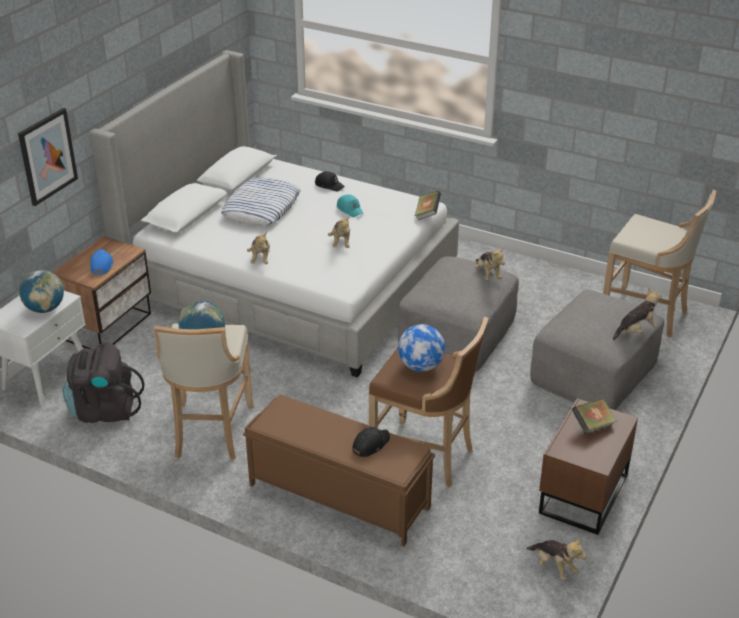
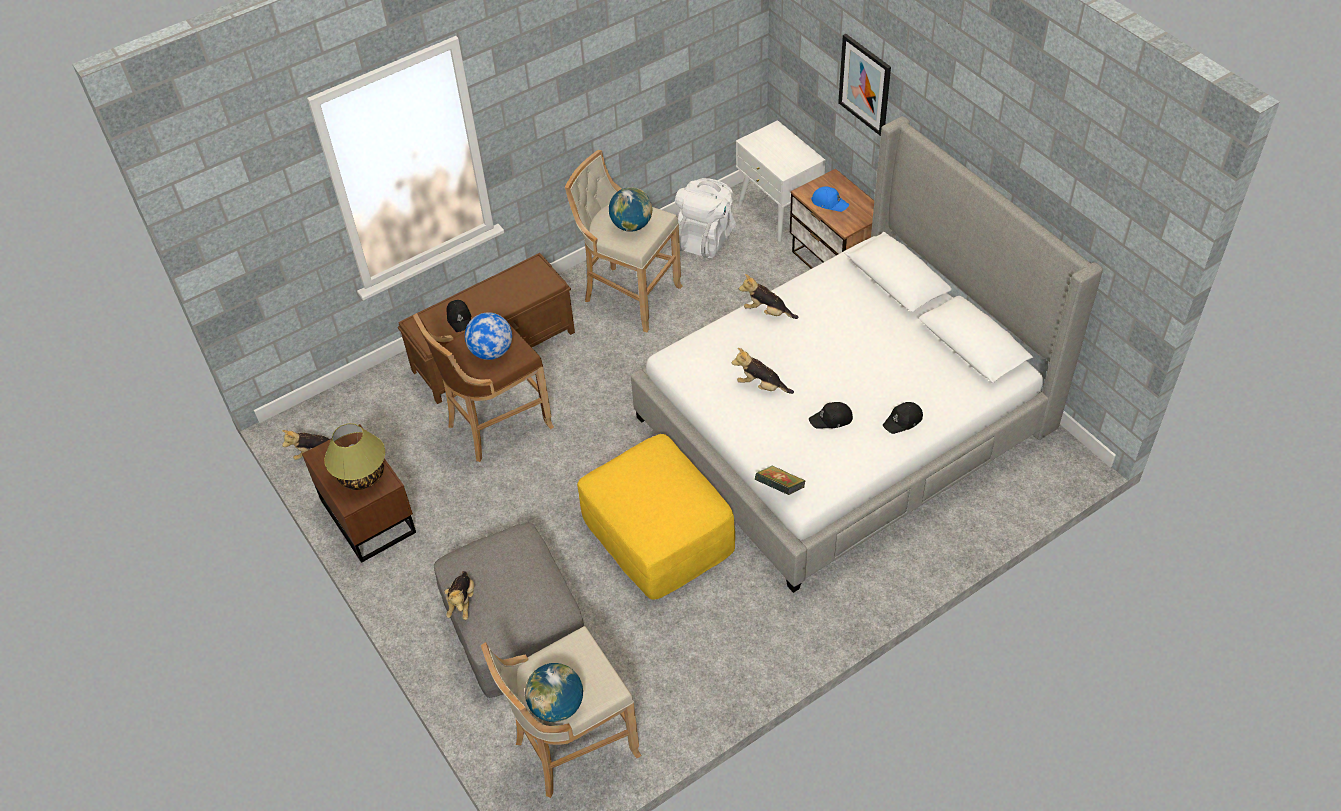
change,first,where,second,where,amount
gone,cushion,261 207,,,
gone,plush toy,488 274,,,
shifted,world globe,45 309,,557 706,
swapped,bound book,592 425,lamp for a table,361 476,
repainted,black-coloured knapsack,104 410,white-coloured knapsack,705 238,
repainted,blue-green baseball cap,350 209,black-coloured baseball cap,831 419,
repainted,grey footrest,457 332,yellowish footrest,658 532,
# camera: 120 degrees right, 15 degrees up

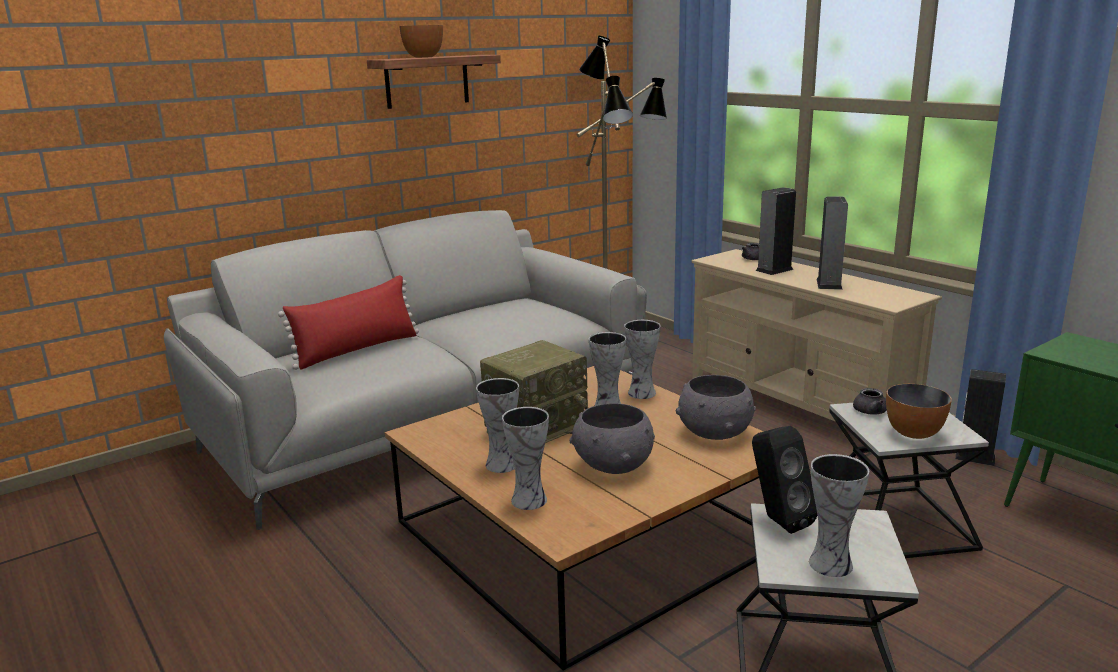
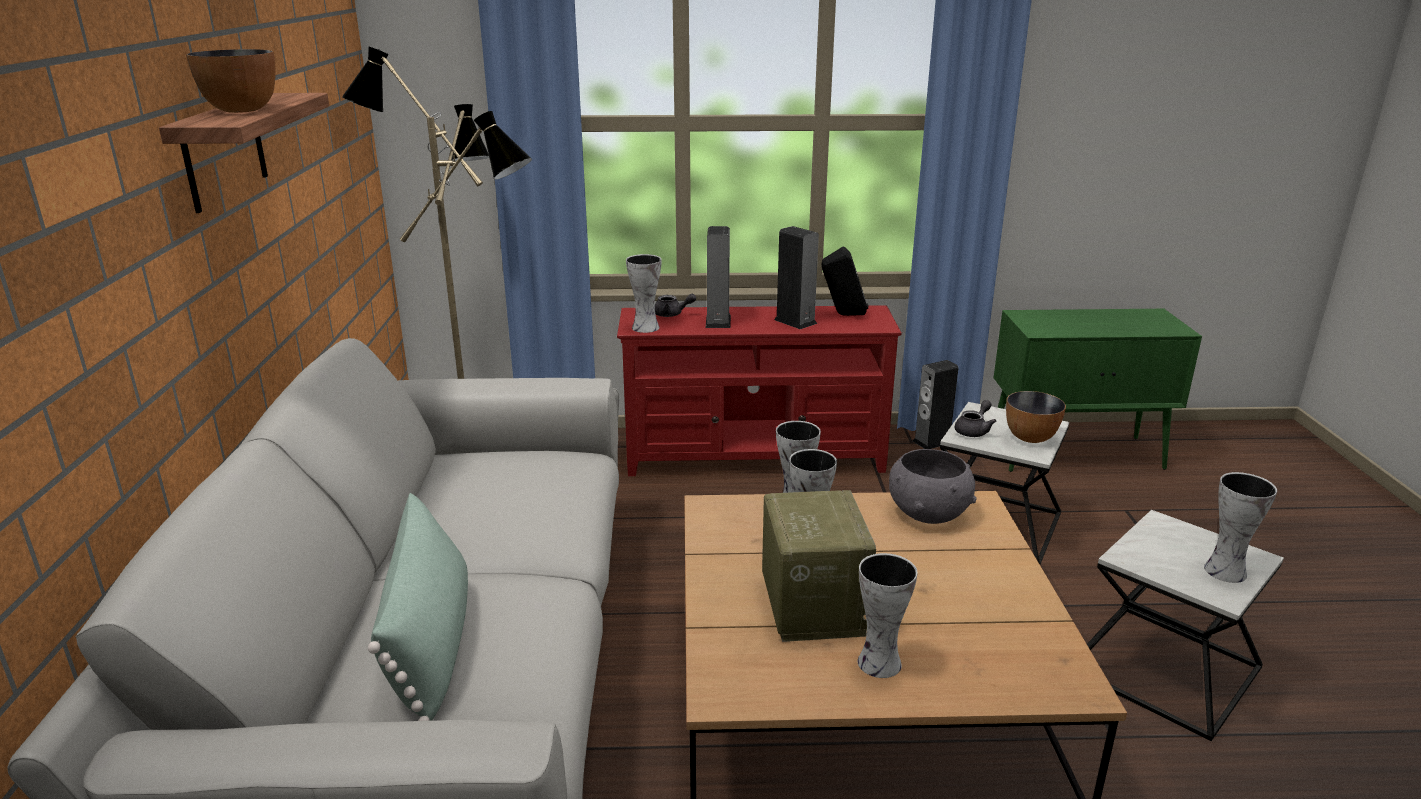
change,first,where,second,where,amount
gone,grey bowl,613 465,,,
shifted,vase,529 499,,644 327,
shifted,black-coloured audio speaker,777 521,,843 315,
repainted,reddish cushion,357 350,greenish cushion,431 641,
repainted,beige-coloured media console,797 404,reddish media console,754 457,
# camera: 55 degrees left, 5 degrees up

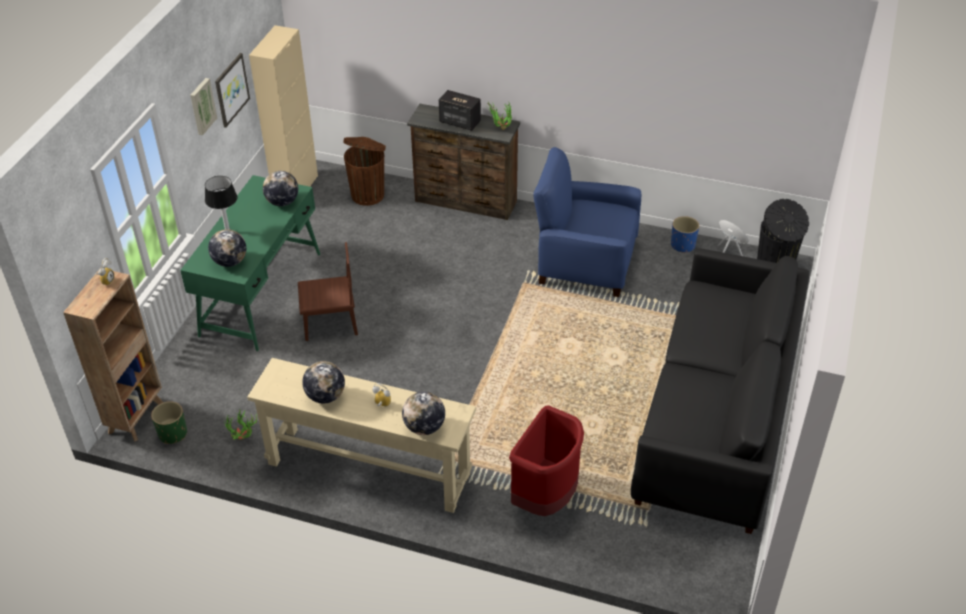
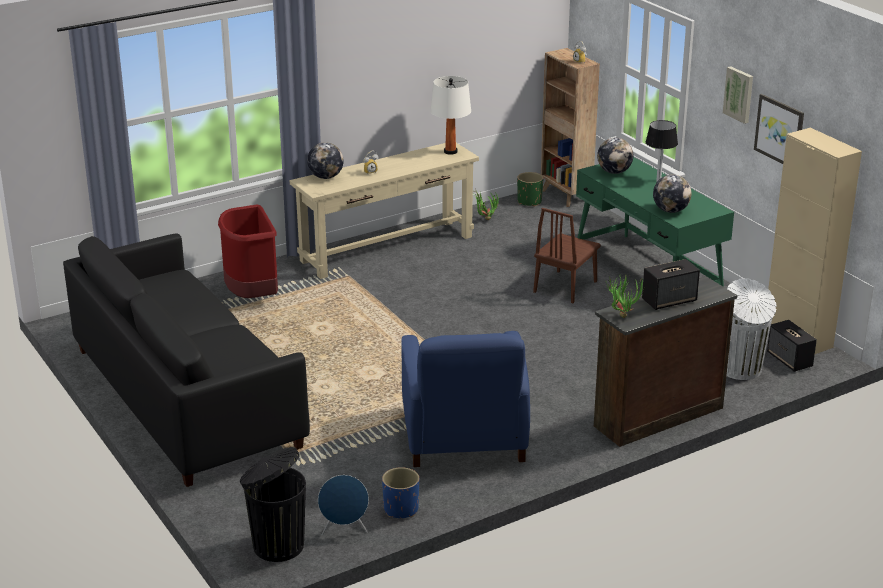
change,first,where,second,where,amount
gone,world globe,325 396,,,
new,,,white-coloured lamp for a table,450 151,
new,,,audio speaker,790 360,
repainted,brown waste bin,368 194,white-coloured waste bin,741 369,
rotated,bluish lounge chair,584 262,,464 436,120 degrees clockwise
# camera: 130 degrees right, 15 degrees down

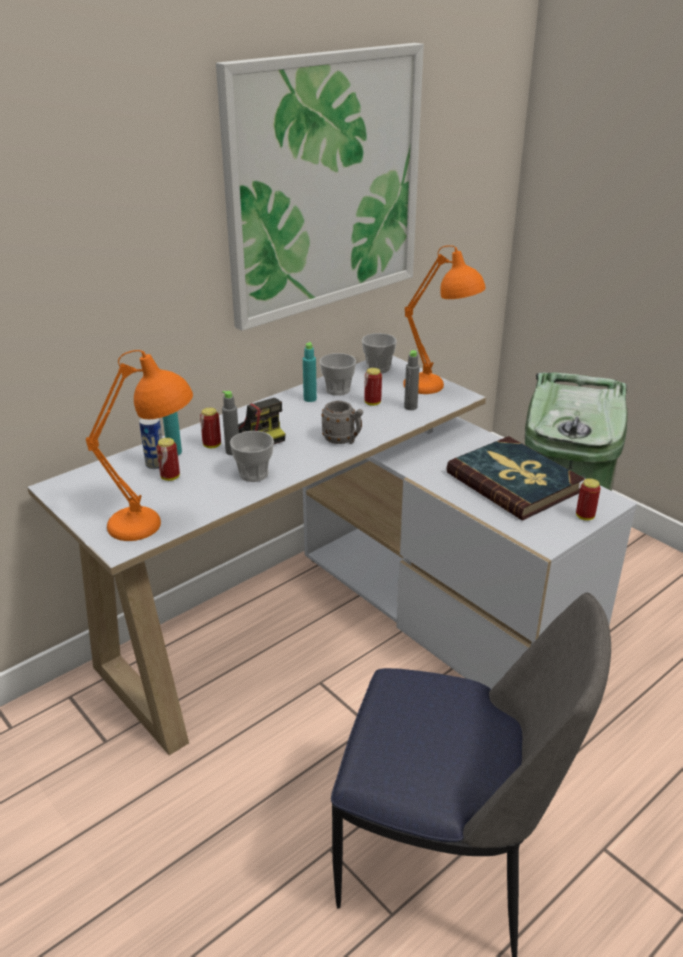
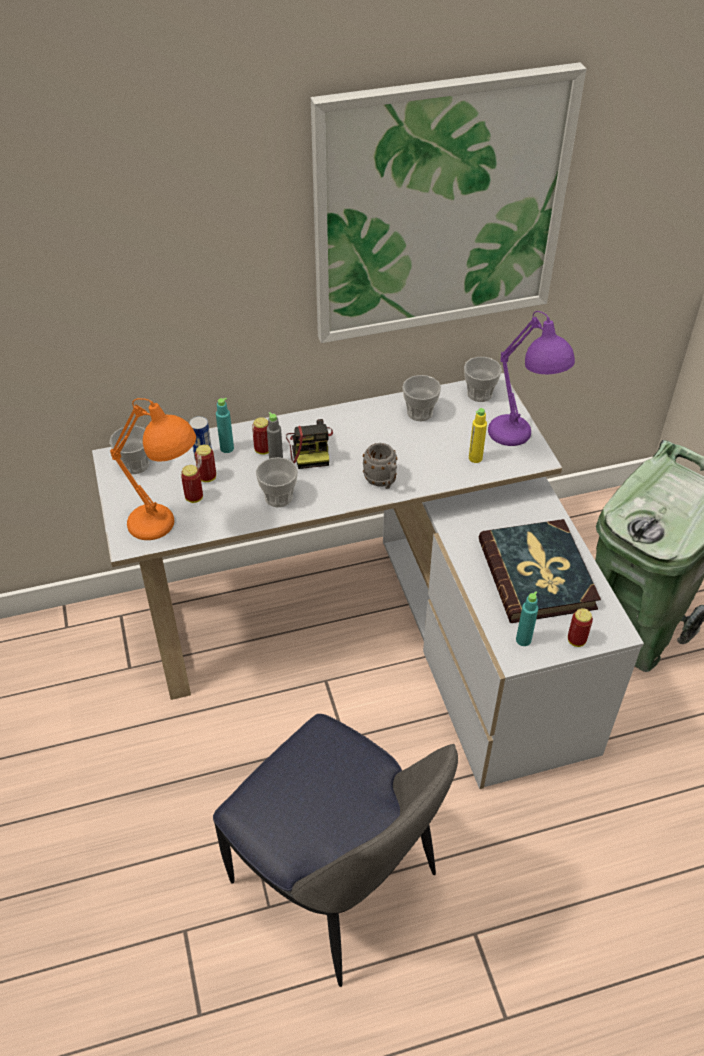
change,first,where,second,where,amount
new,,,small cup,135 465,
shifted,blue-green bottle,310 399,,523 640,
shifted,can,372 403,,194 498,
repainted,orange-coloured lamp for a table,438 389,purple-coloured lamp for a table,520 442,
repainted,grey bottle,410 407,yellowish bottle,475 458,
# camera: 25 degrees right, 15 degrees up

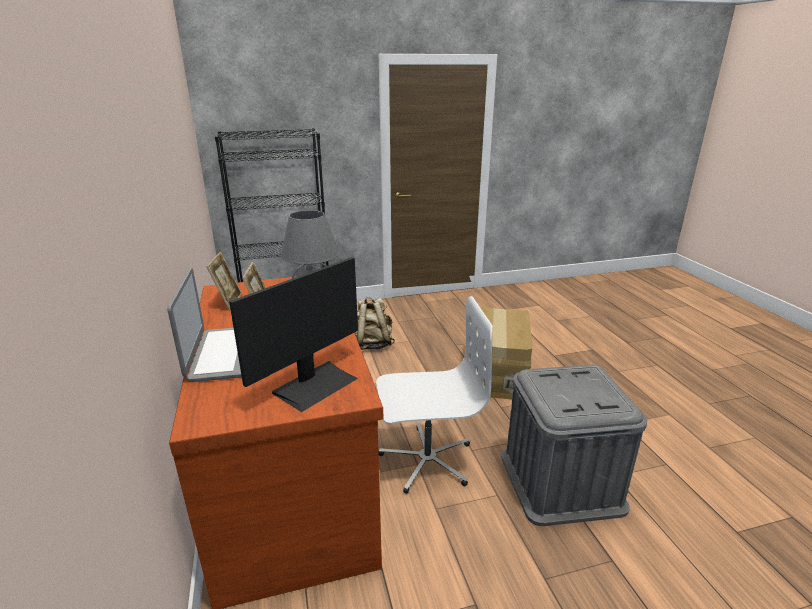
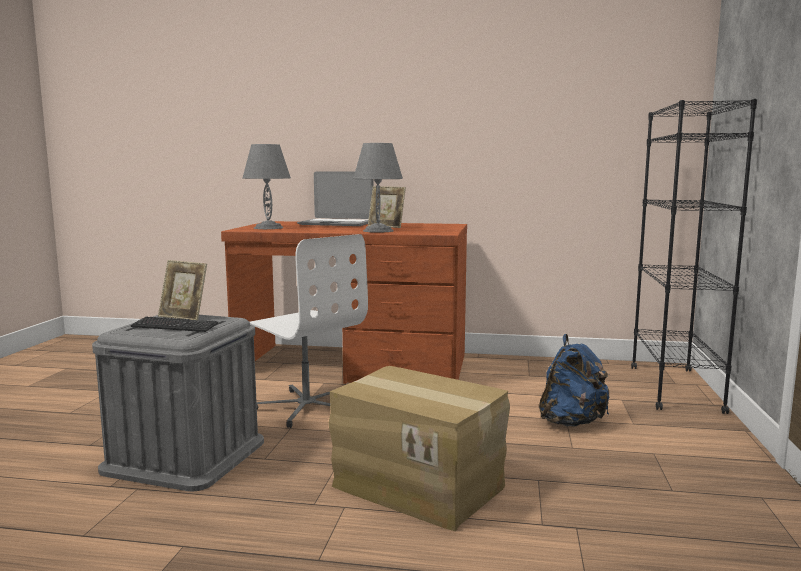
change,first,where,second,where,amount
new,,,PC keyboard,174 326,
shifted,standing frame,228 302,,184 317,
swapped,monitor,315 384,grey lamp for a table,269 228,
repainted,beige-coloured knapsack,372 344,bluish knapsack,571 422,
rotated,white-coloured office chair,426 459,,307 407,60 degrees counterclockwise
# camera: 115 degrees right, 15 degrees down

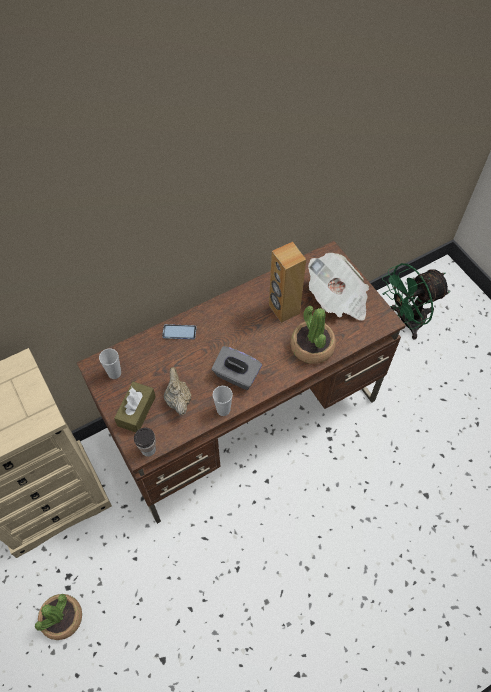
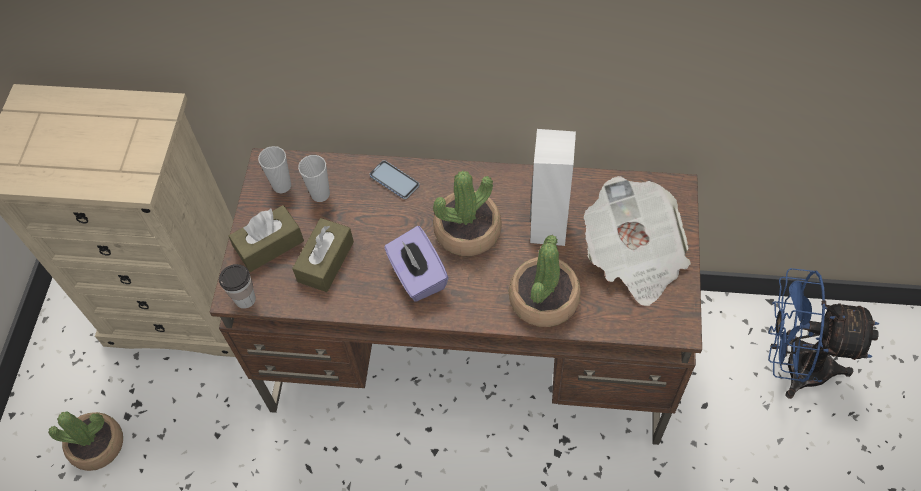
change,first,where,second,where,amount
new,,,houseplant,467 231,
shifted,small cup,223 410,,320 194,
swapped,beige-coloured pot for tea,178 399,brown tissue box,325 261,
repainted,grey tissue box,236 376,purple-coloured tissue box,417 276,
repainted,brown audio speaker,283 309,white-coloured audio speaker,548 228,
repainted,greenish fan,405 322,bluish fan,794 365,
# camera: 40 degrees right, 0 degrees up

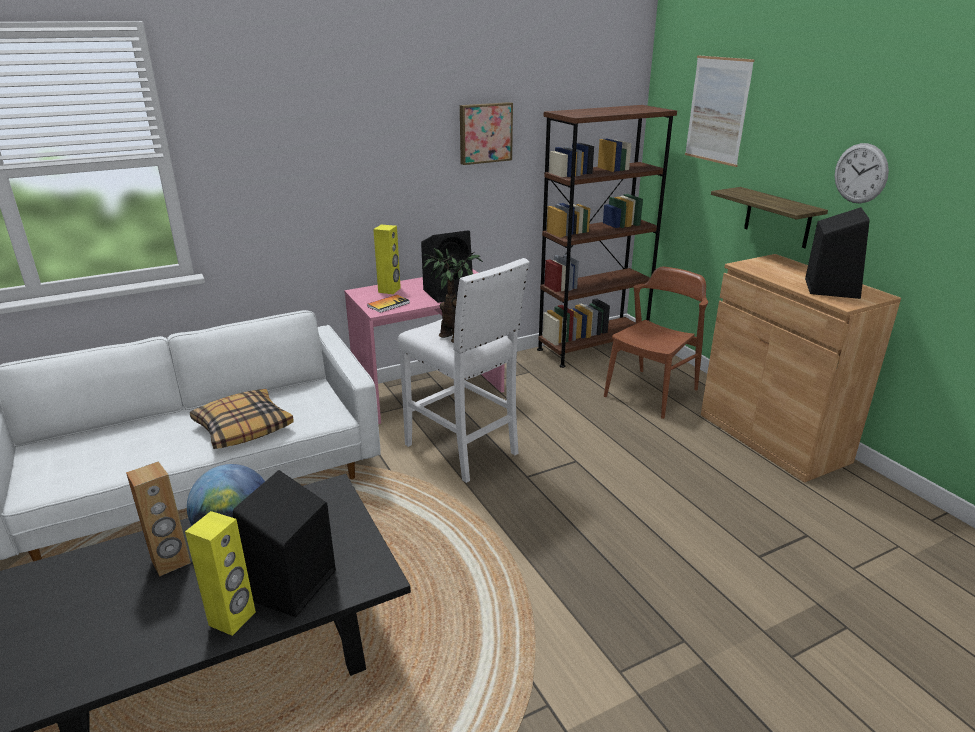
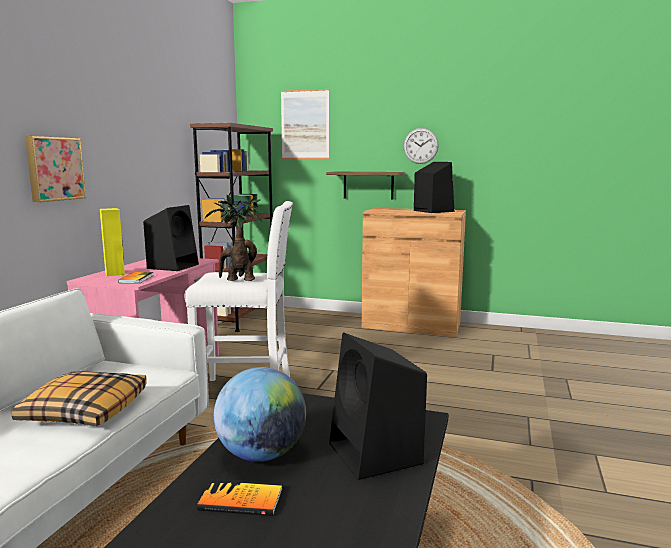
change,first,where,second,where,amount
gone,yellowish audio speaker,233 619,,,
gone,brown upright chair,651 393,,,
shifted,picture,485 133,,54 168,
swapped,brown audio speaker,171 562,bound book,241 499,
# camera: 45 degrees left, 15 degrees down

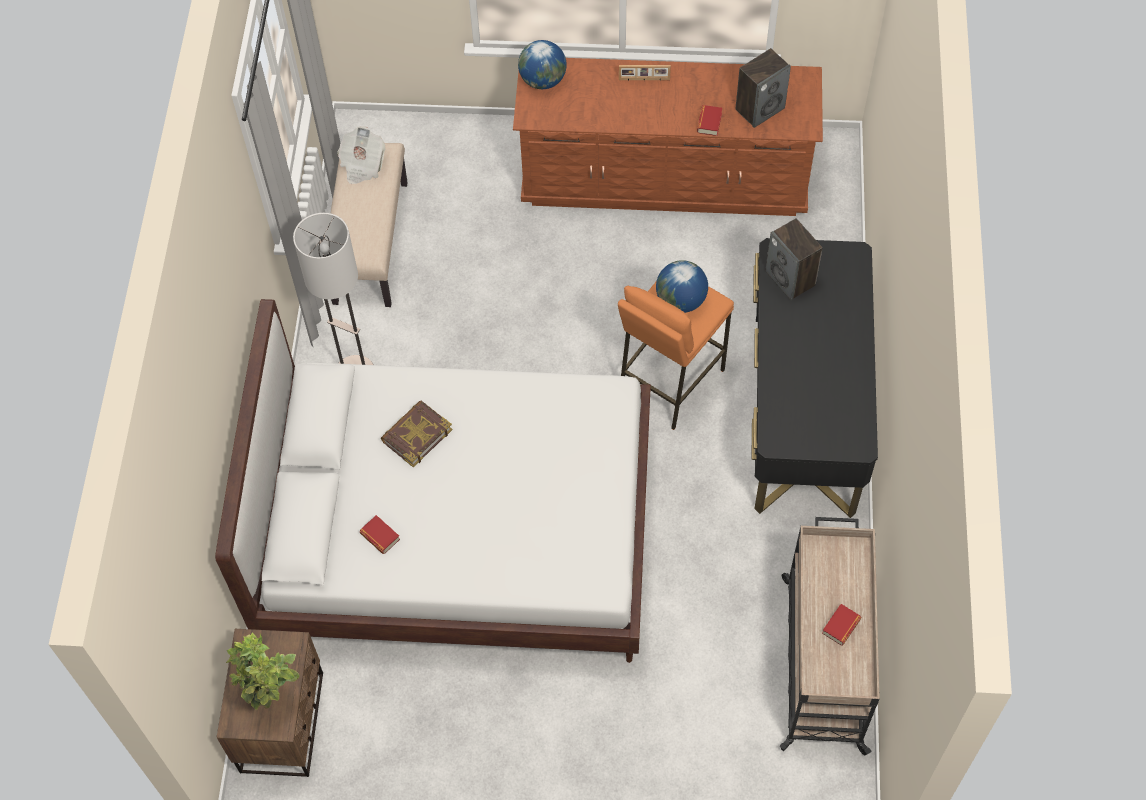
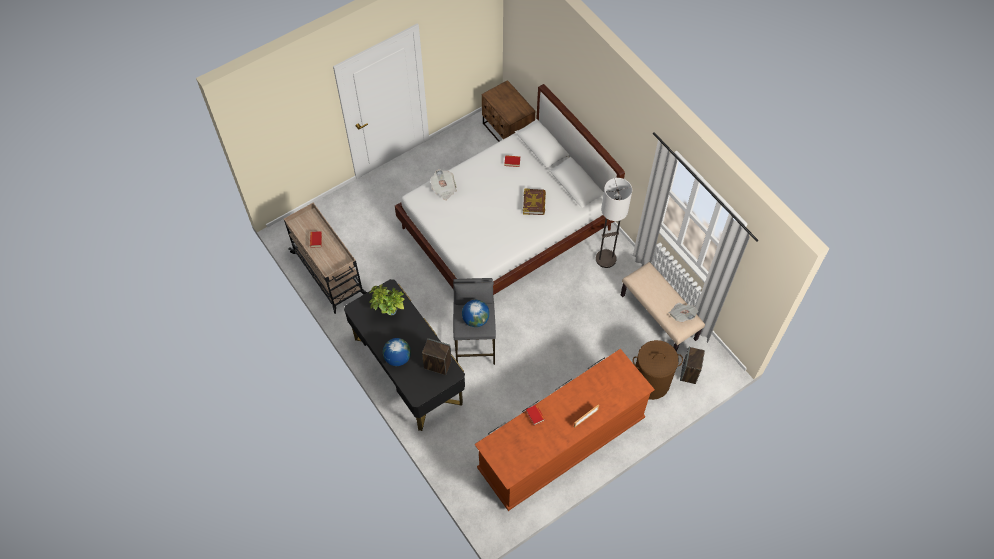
change,first,where,second,where,amount
new,,,daily paper,444 188,
new,,,brown hamper,650 382,
shifted,houseplant,271 693,,389 313,
shifted,world globe,543 80,,397 358,
shifted,audio speaker,760 108,,689 373,
repainted,orange-coloured stool seat,670 381,grey stool seat,475 344,
# camera: 140 degrees right, 0 degrees up

